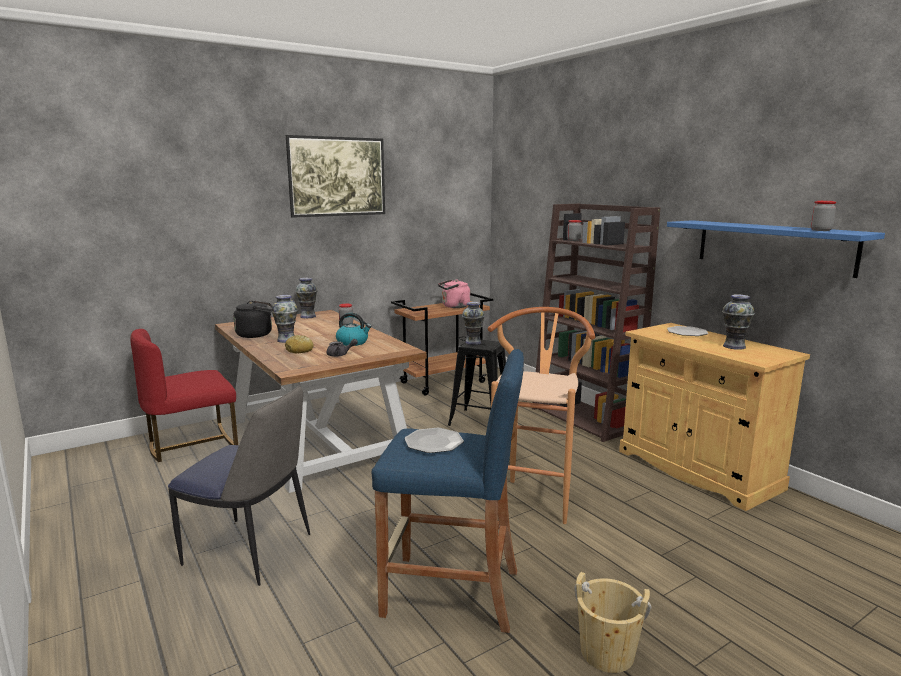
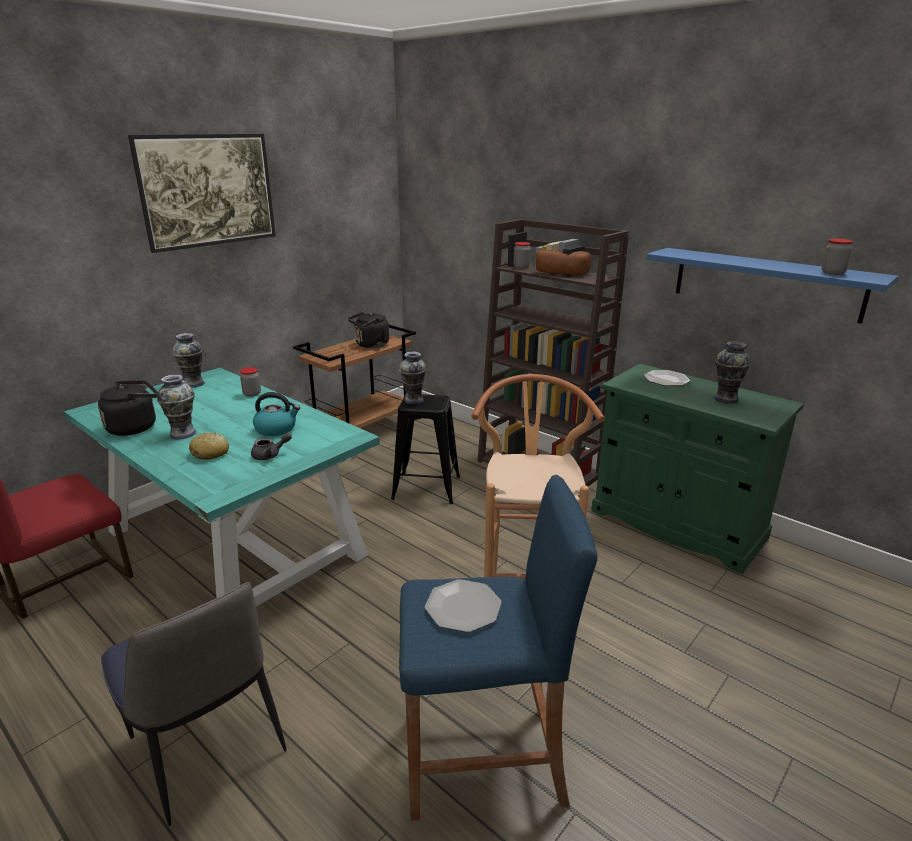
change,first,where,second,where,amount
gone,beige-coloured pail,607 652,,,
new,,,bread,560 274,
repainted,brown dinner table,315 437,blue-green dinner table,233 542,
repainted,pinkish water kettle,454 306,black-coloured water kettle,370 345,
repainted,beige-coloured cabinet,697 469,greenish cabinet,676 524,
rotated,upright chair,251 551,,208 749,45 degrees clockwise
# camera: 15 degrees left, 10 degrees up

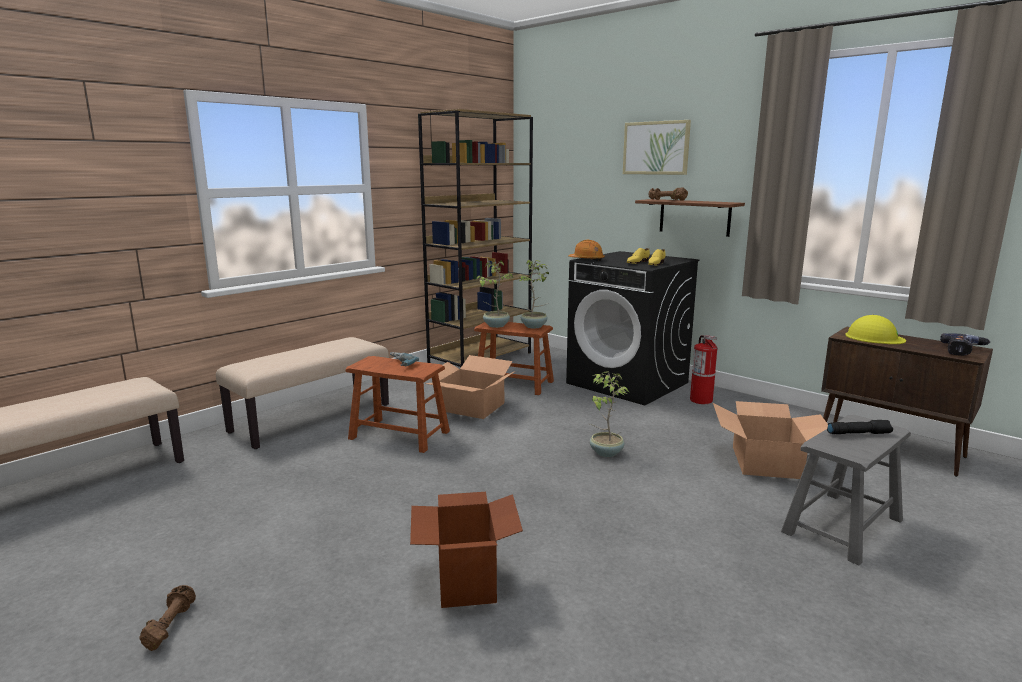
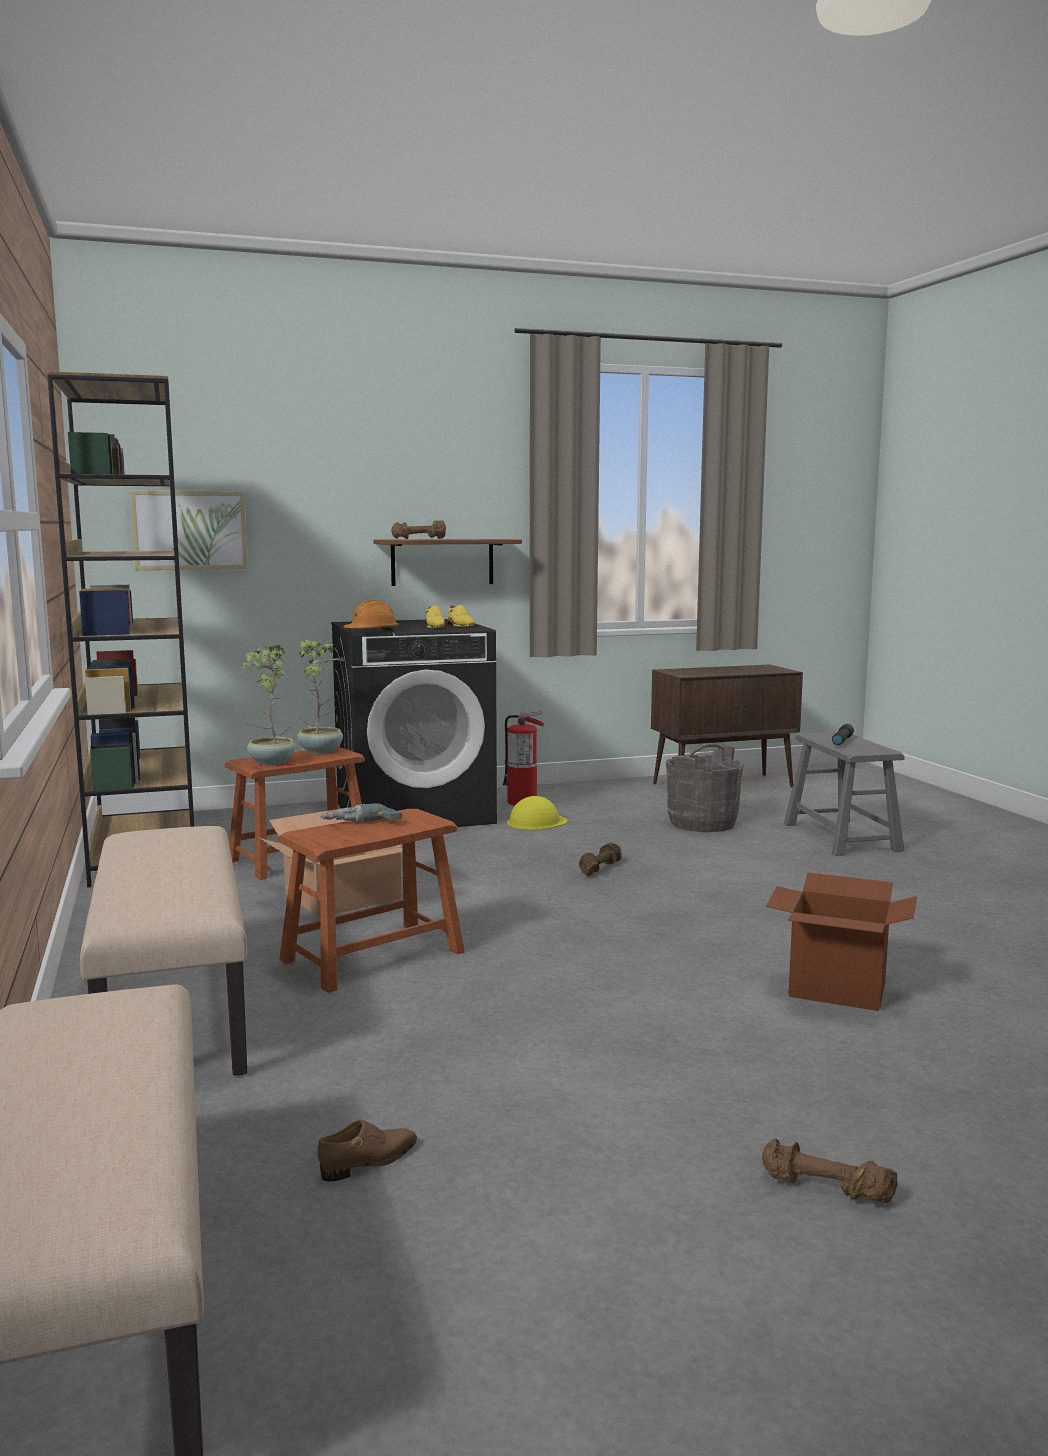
change,first,where,second,where,amount
gone,power drill,964 351,,,
new,,,brown item of footwear,369 1161,
shifted,picture,656 148,,190 530,
shifted,yellowish hard hat,874 337,,536 822,
swapped,houseplant,605 452,brown free weight,599 868,
swapped,packing box,767 462,grey pail,702 823,
# camera: 60 degrees left, 5 degrees down

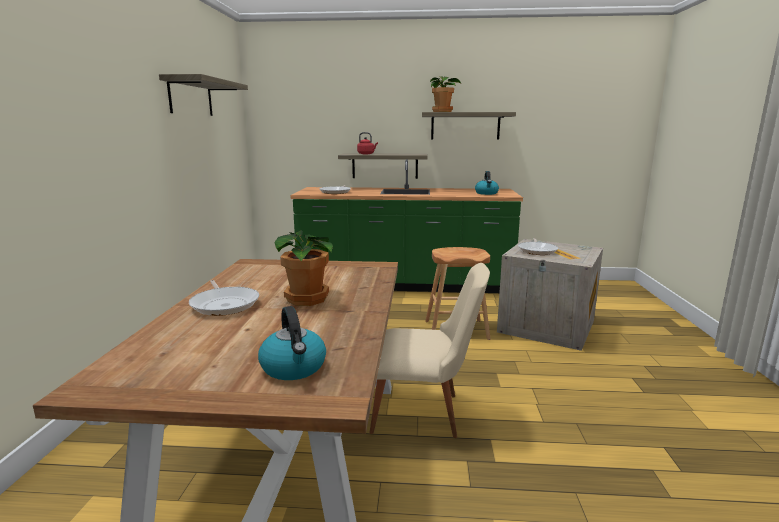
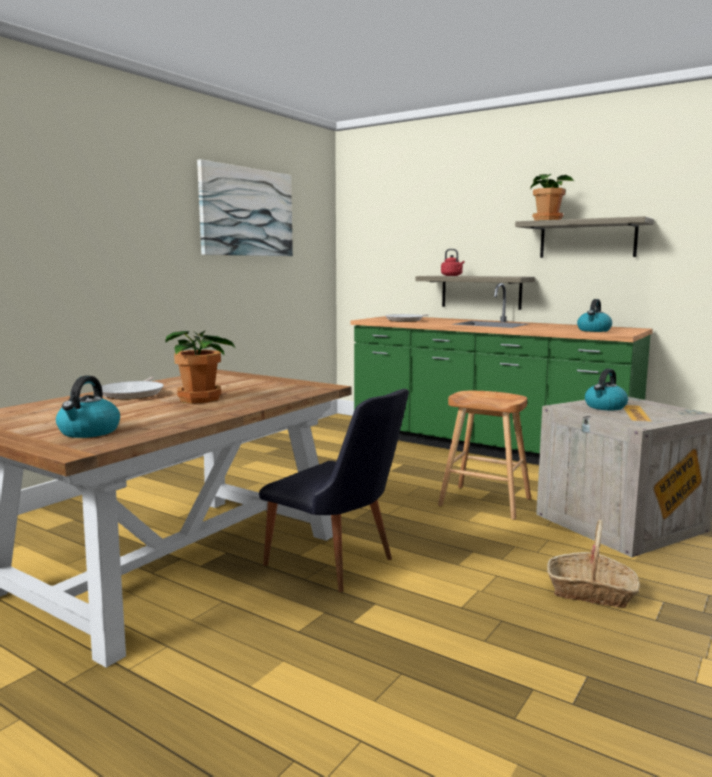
change,first,where,second,where,amount
new,,,storage basket,591 592,
swapped,bracket shelf,191 97,picture,247 212,
swapped,frying pan,537 250,water kettle,605 407,
repainted,beige-coloured upright chair,426 414,black-coloured upright chair,338 565,
# camera: 30 degrees right, 5 degrees down

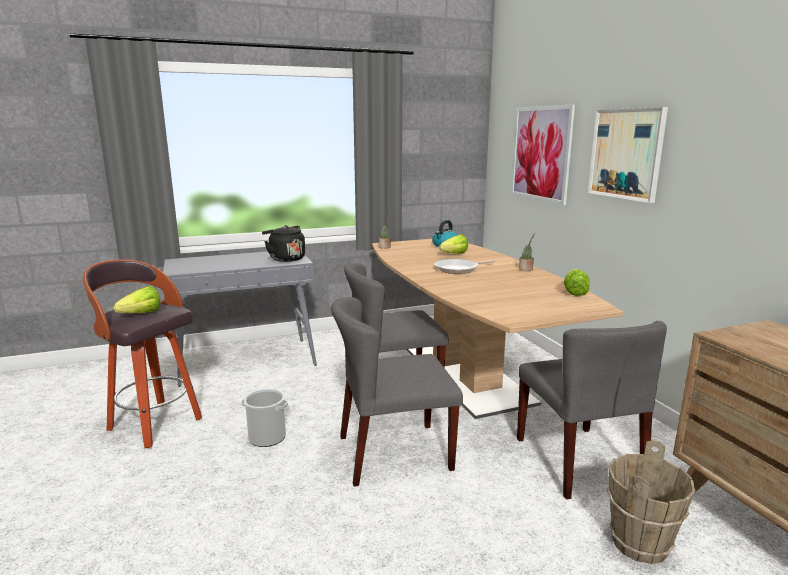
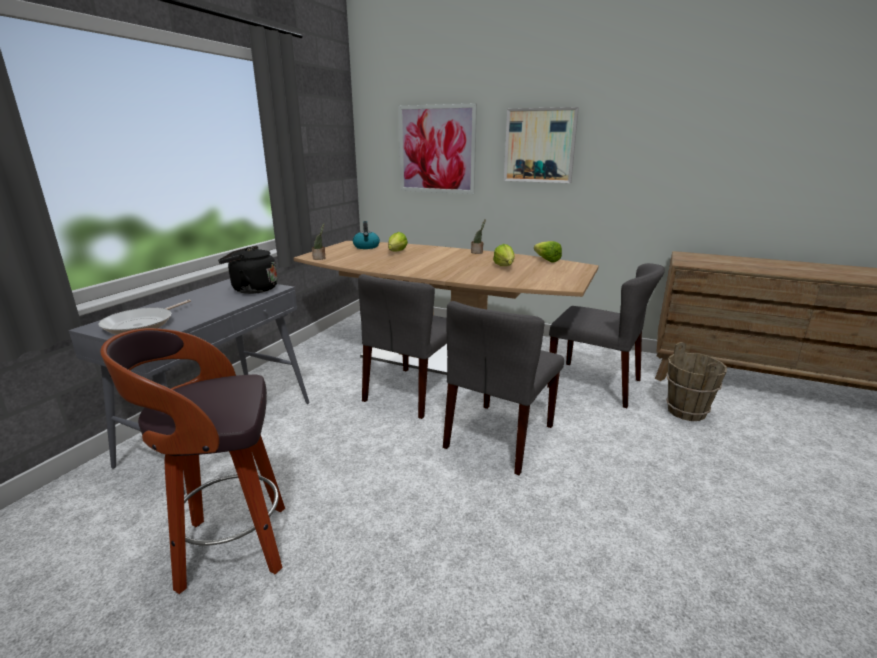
change,first,where,second,where,amount
gone,pail,267 437,,,
shifted,lettuce head,137 315,,504 268,
shifted,frying pan,459 269,,142 324,
# camera: 45 degrees left, 5 degrees up

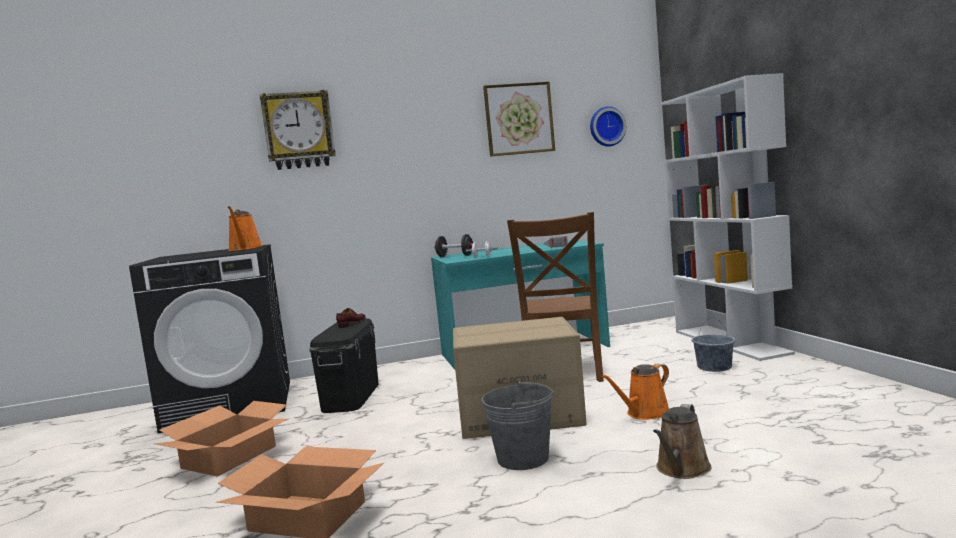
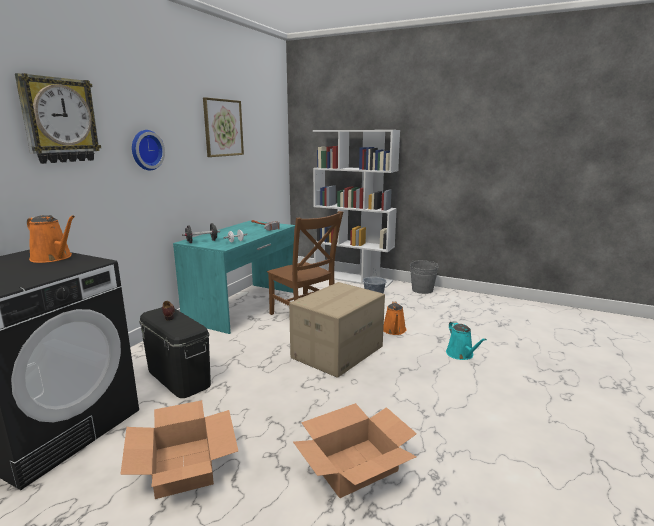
change,first,where,second,where,amount
shifted,grey pail,523 458,,422 290,
shifted,hanging clock,606 127,,145 150,
repainted,brown watering pot,681 469,blue-green watering pot,461 354,
# camera: 50 degrees left, 10 degrees up

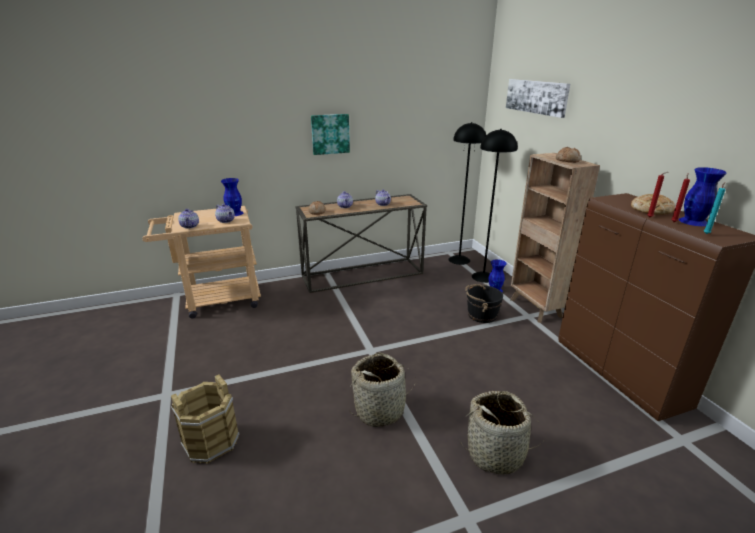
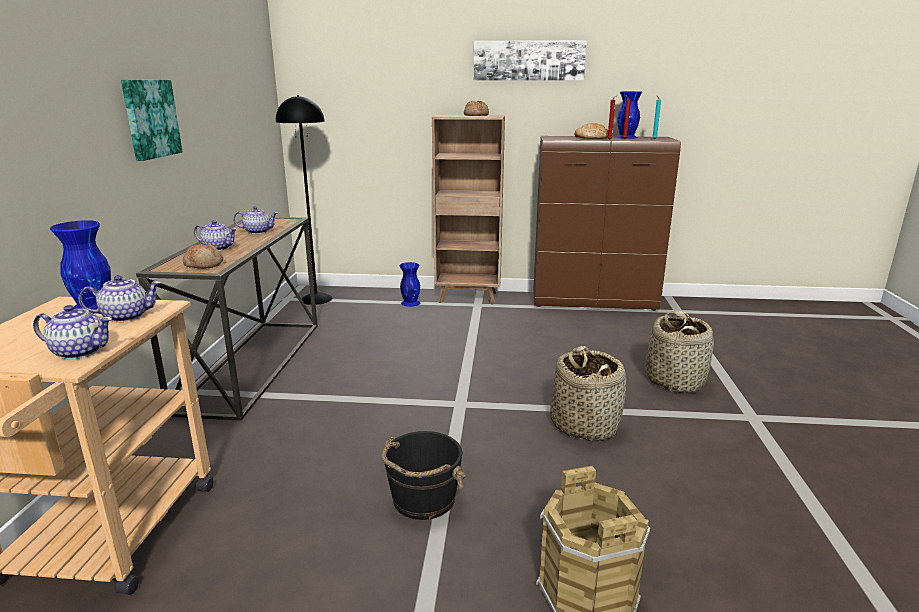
change,first,where,second,where,amount
gone,black-coloured standing lamp,483 277,,,
shifted,black-coloured pail,481 315,,422 499,
shifted,picture,536 97,,529 60,
# camera: 65 degrees left, 5 degrees down

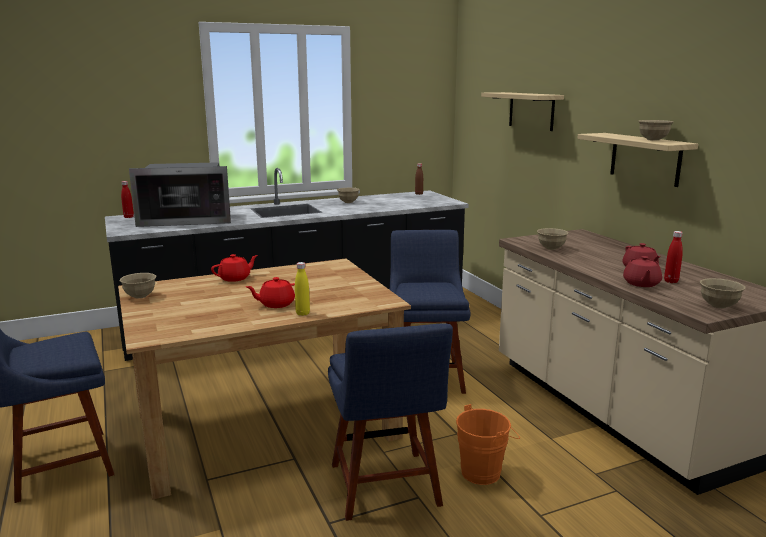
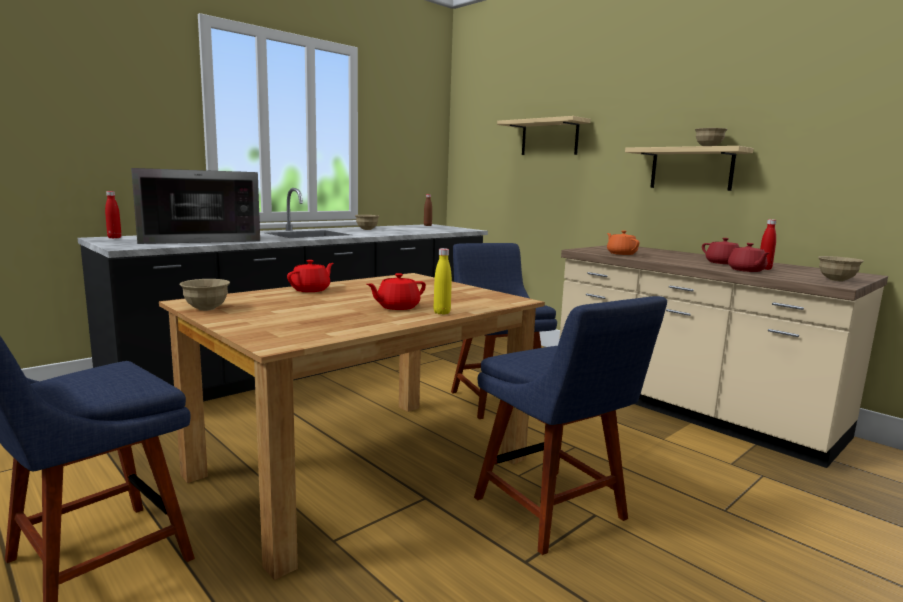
change,first,where,second,where,amount
gone,orange-coloured pail,484 471,,,
swapped,beige-coloured bowl,551 248,orange-coloured pot for tea,621 253,
# camera: 20 degrees left, 5 degrees down

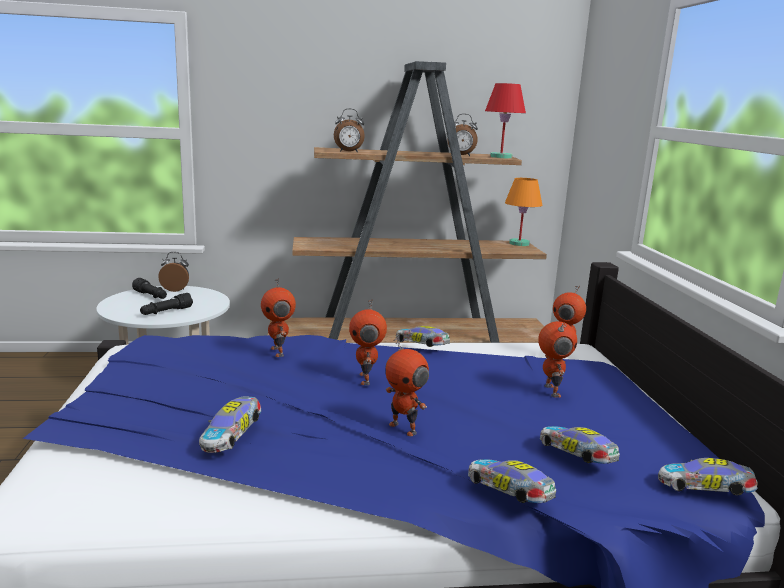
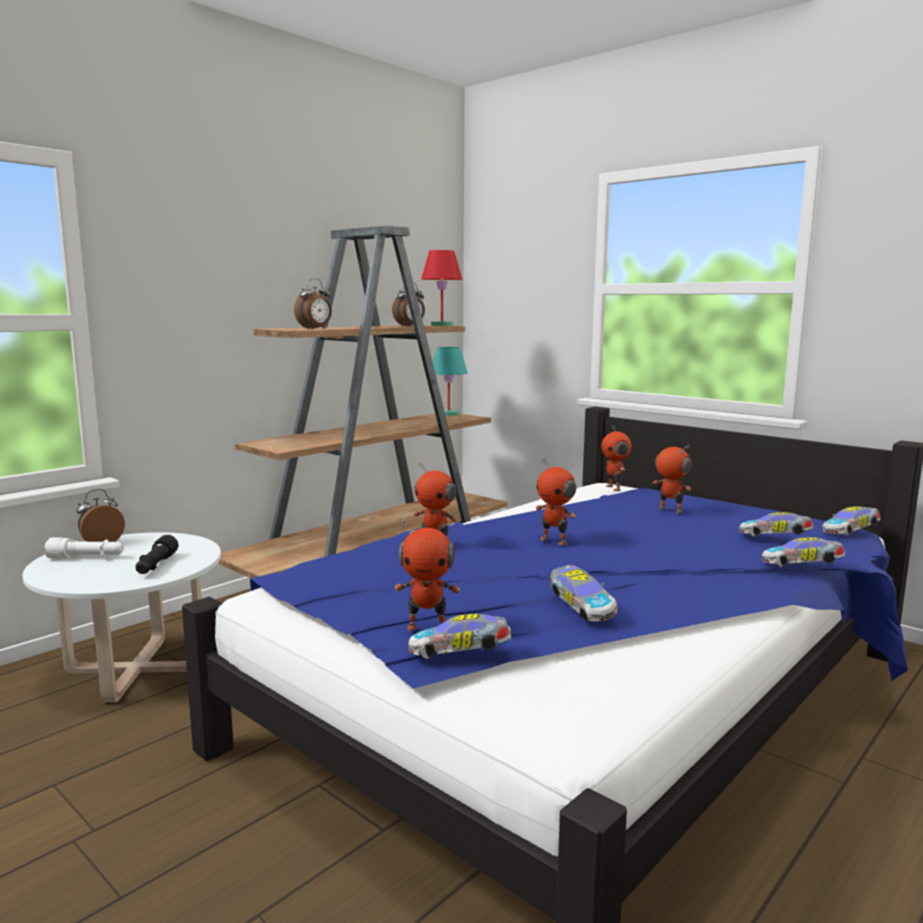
change,first,where,second,where,amount
shifted,toy robot,404 428,,427 627,
shifted,model car,422 346,,462 653,
repainted,black-coloured torch,151 296,white-coloured torch,87 558,
repainted,orange-coloured lamp for a table,519 243,blue-green lamp for a table,448 414,
# camera: 40 degrees left, 5 degrees down

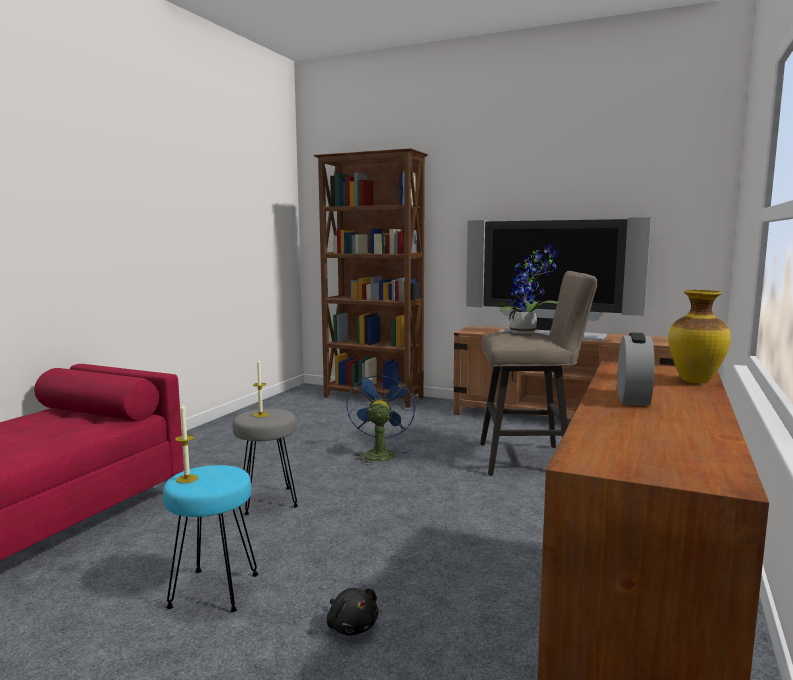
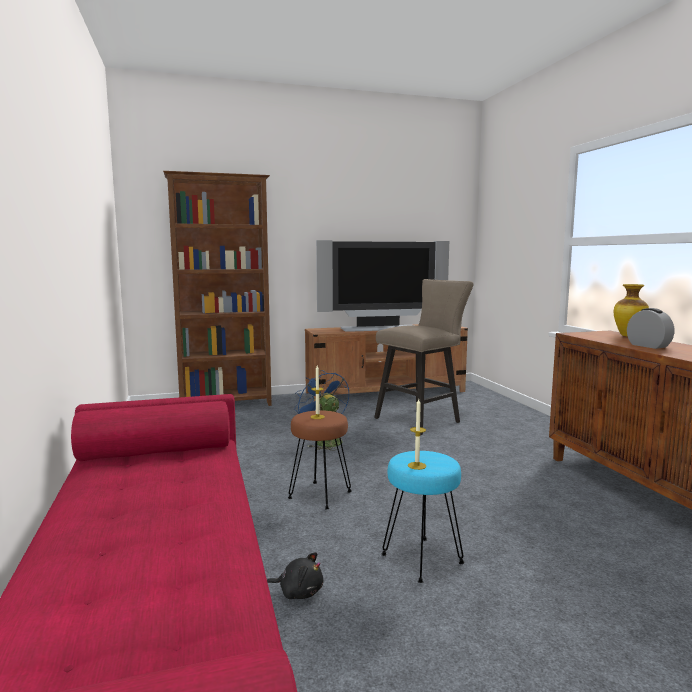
change,first,where,second,where,amount
gone,houseplant,526 332,,,
shifted,black-coloured plush toy,351 626,,298 592,
repainted,grey stool seat,267 501,brown stool seat,319 495,
# camera: 40 degrees left, 0 degrees up

